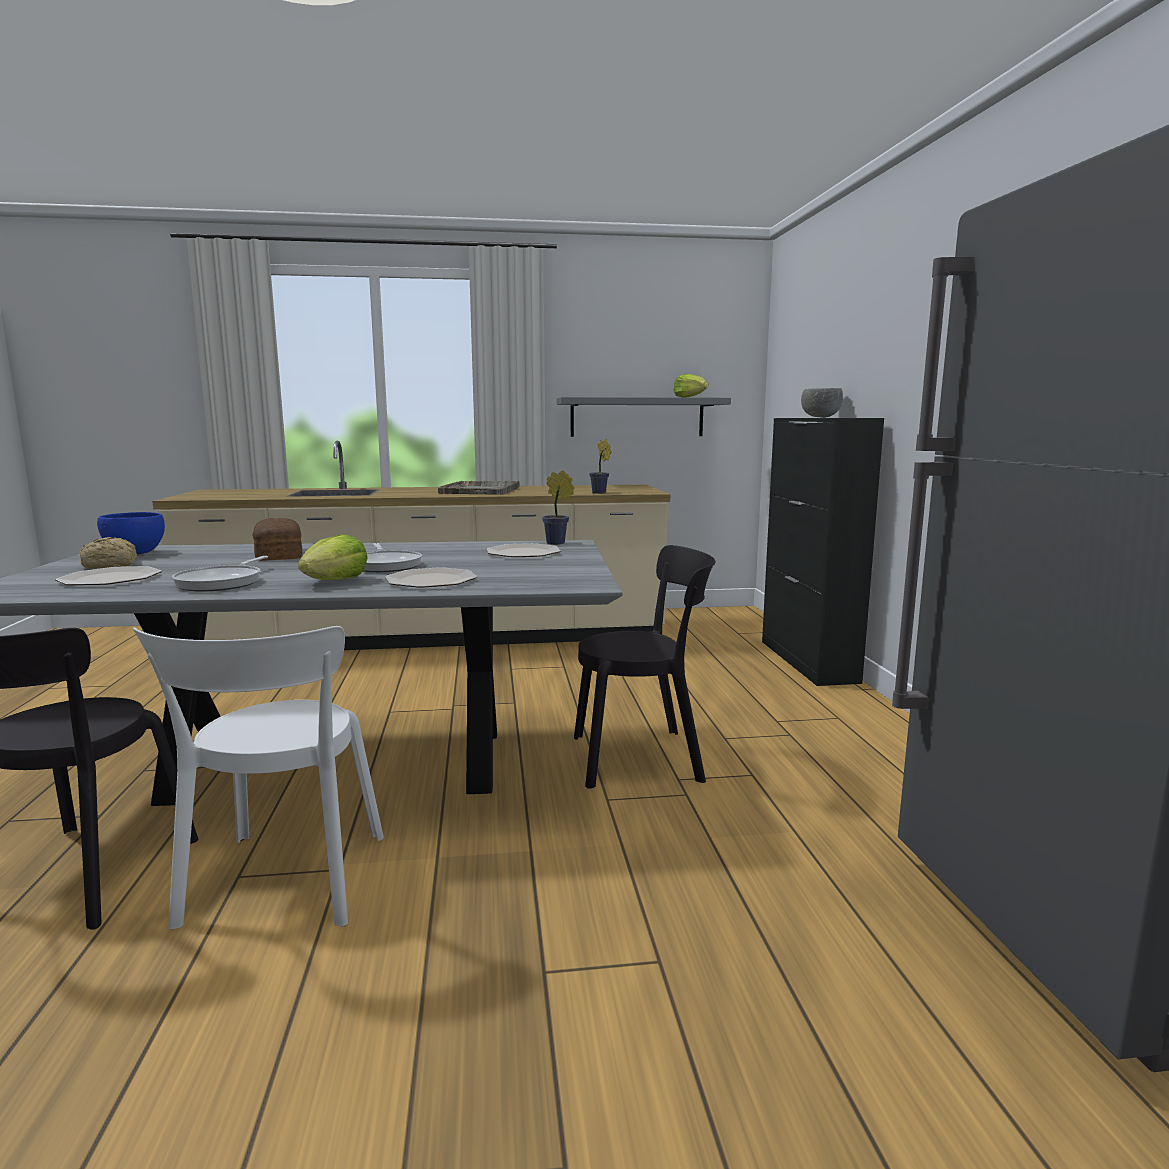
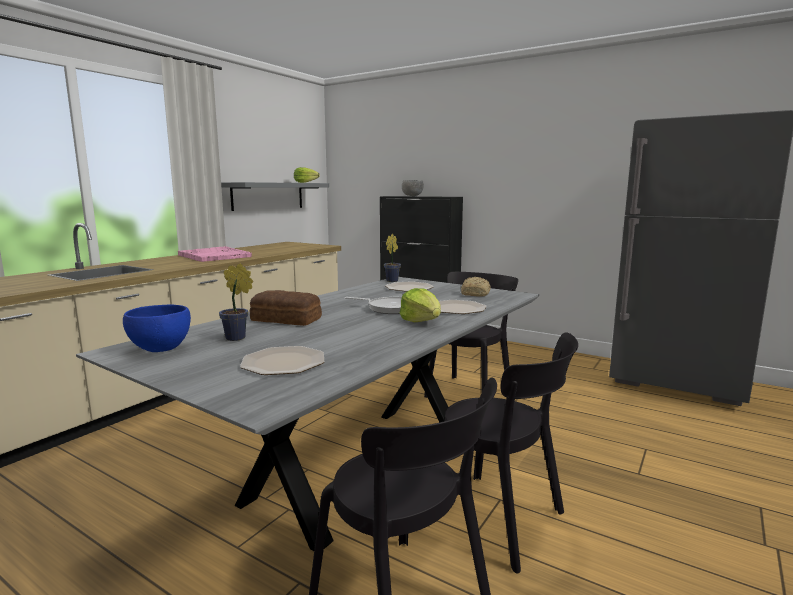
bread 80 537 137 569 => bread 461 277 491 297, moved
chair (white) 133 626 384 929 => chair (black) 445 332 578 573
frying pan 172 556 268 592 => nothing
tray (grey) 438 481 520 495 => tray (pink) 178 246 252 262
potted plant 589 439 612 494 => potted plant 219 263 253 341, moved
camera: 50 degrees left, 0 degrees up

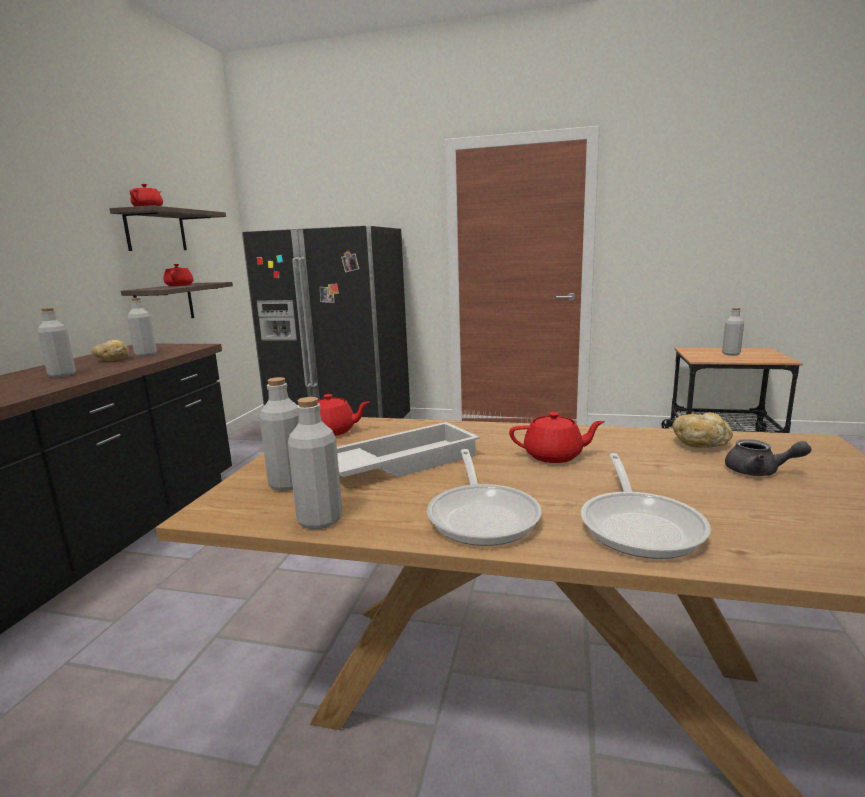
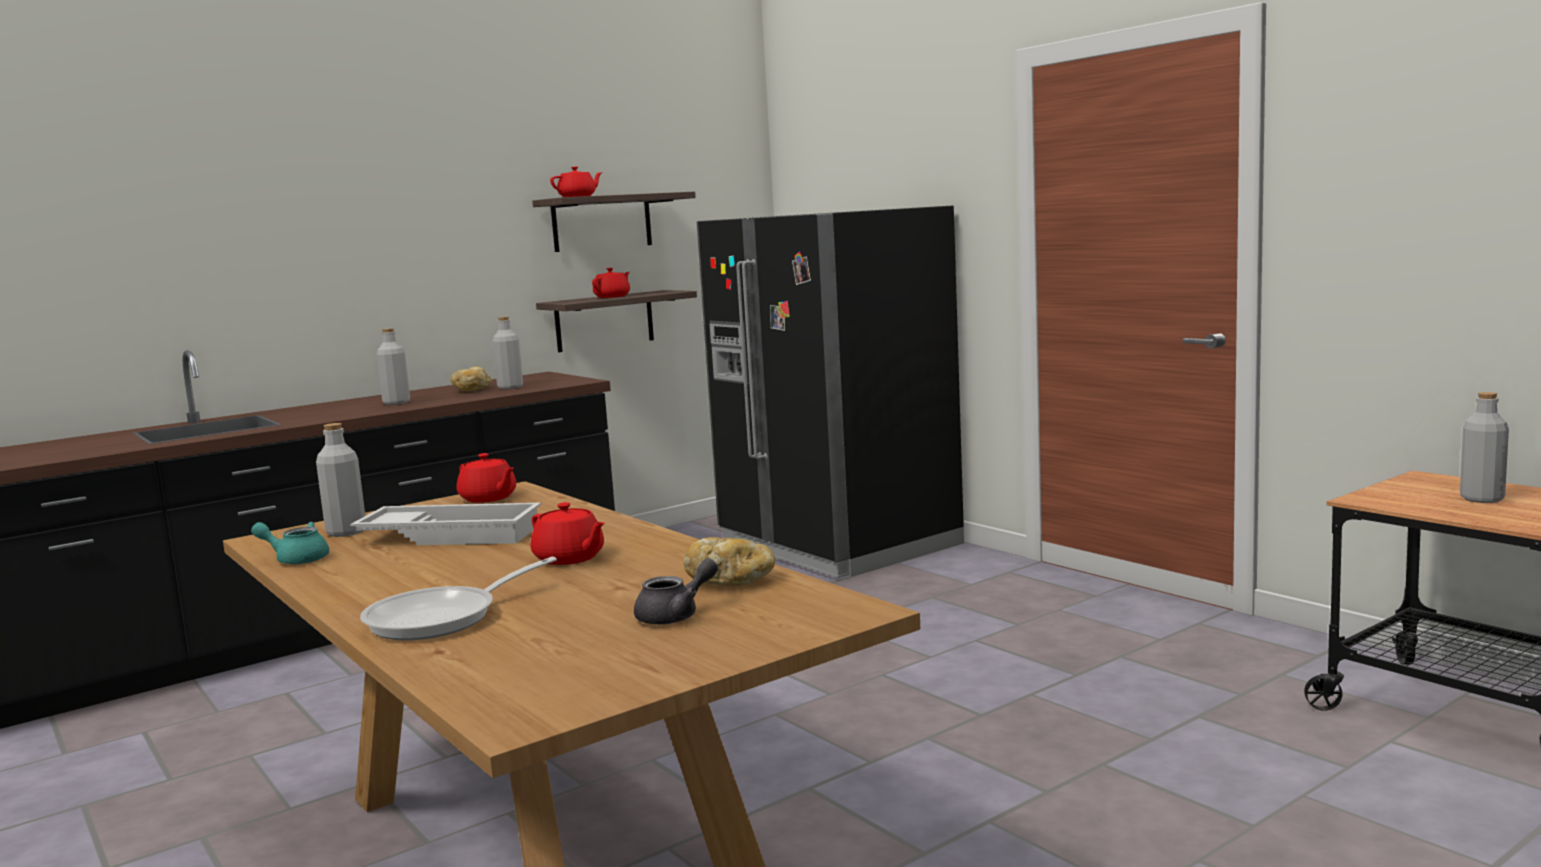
bottle (grey) 288 397 343 529 => teapot (turquoise) 251 522 329 564
frying pan 427 449 541 546 => nothing
teapot (grey) 725 439 811 476 => teapot (grey) 634 558 718 625, 105 degrees counterclockwise
camera: 40 degrees right, 5 degrees down

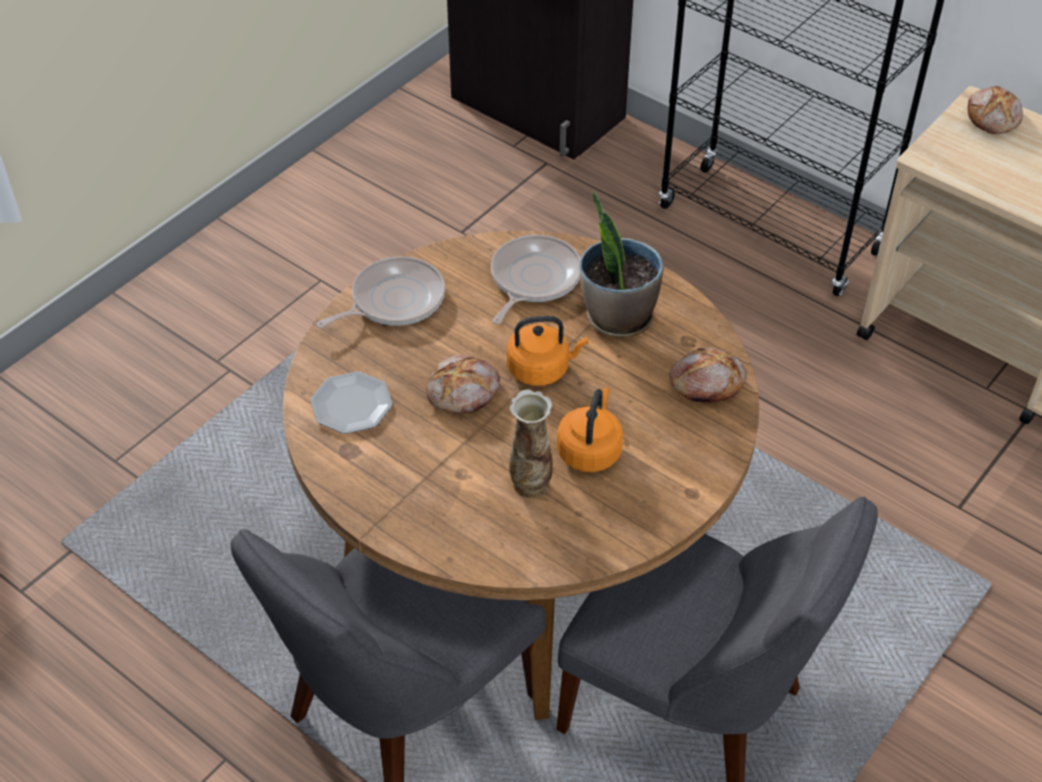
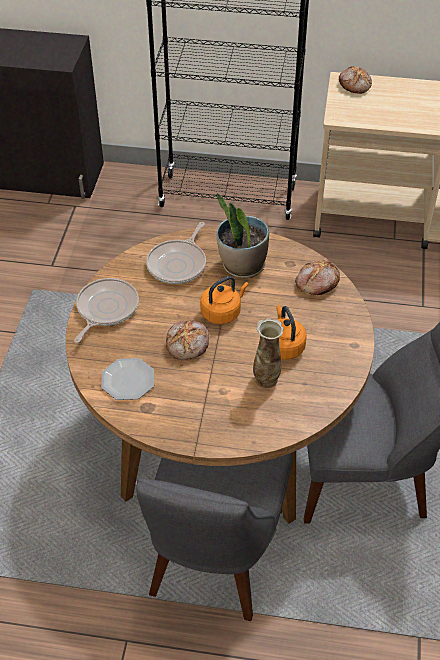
frying pan 491 235 581 324 => frying pan 146 222 206 284, 150 degrees counterclockwise
camera: 30 degrees left, 0 degrees up

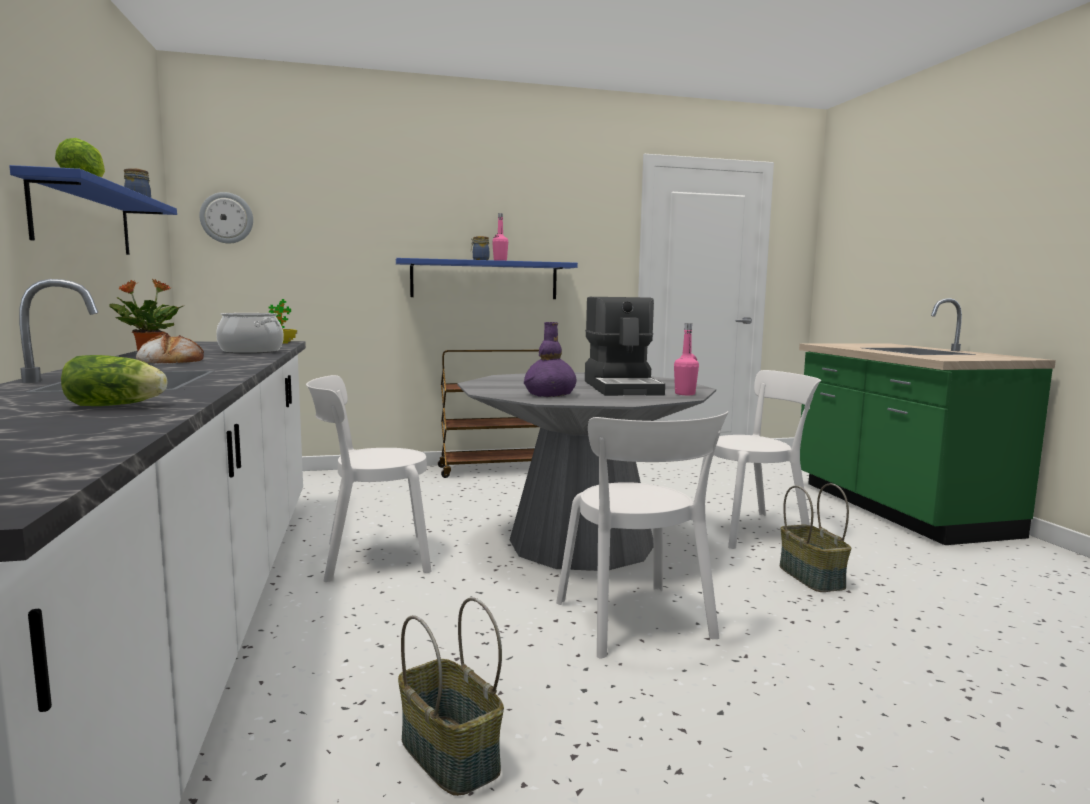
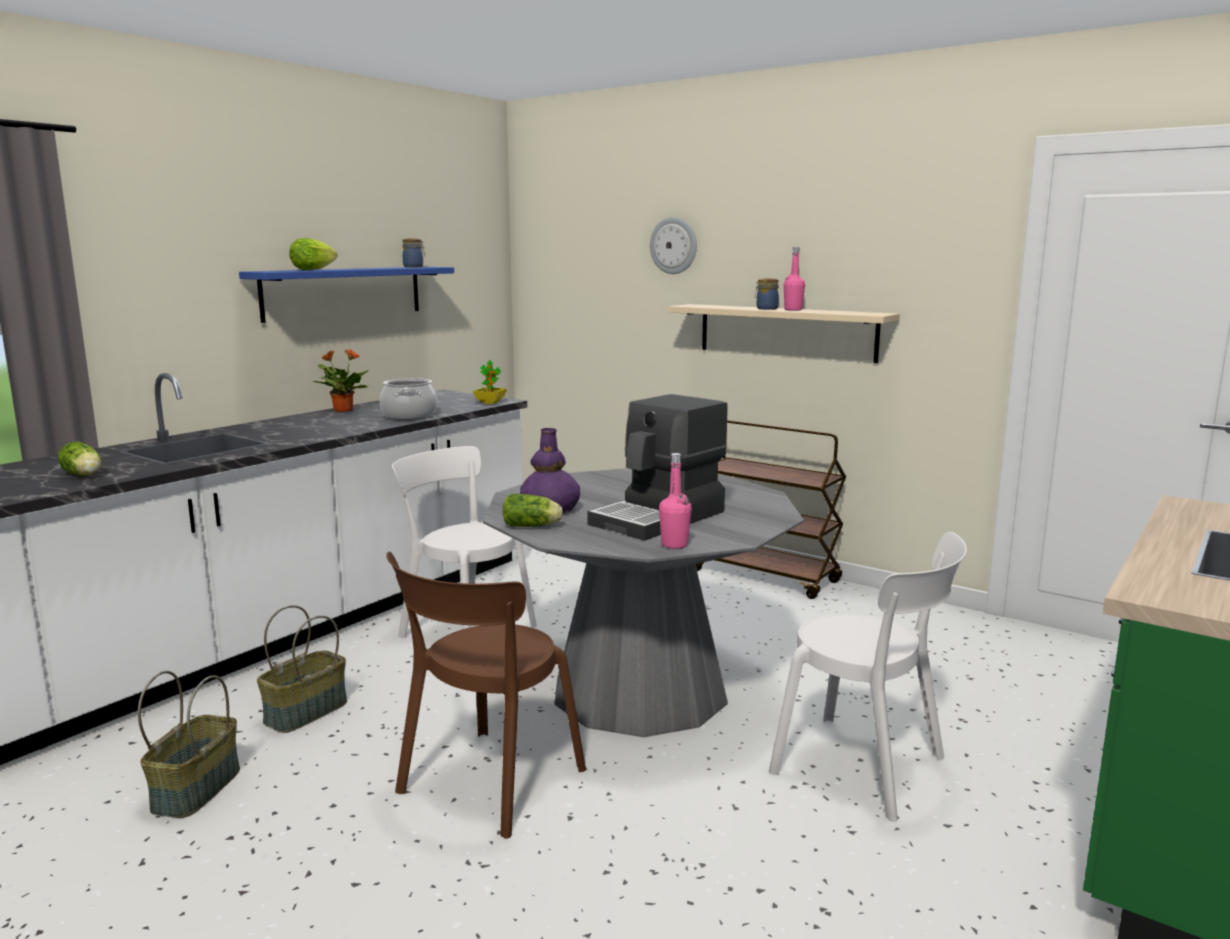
bread 136 333 204 363 => nothing
wall clock 199 192 253 243 => wall clock 650 217 697 274, moved
shelf (blue) 396 258 578 299 => shelf (beige) 669 304 900 363
chair (white) 556 411 729 659 => chair (brown) 386 552 586 839
basket 780 483 851 592 => basket 257 605 347 733, moved
nothing => lettuce 503 494 563 527
camera: 50 degrees right, 5 degrees up

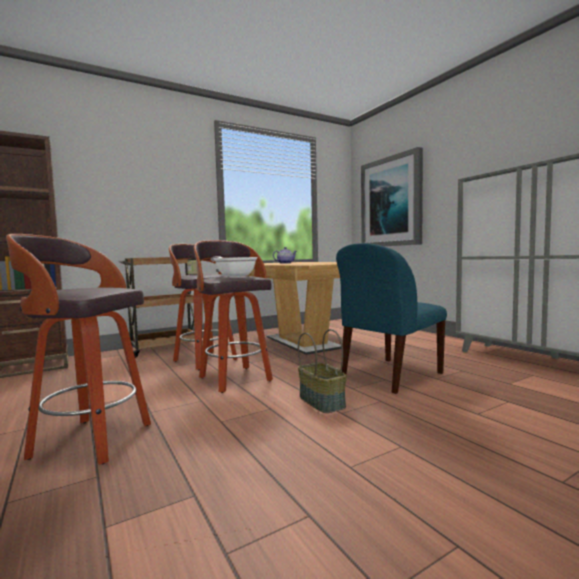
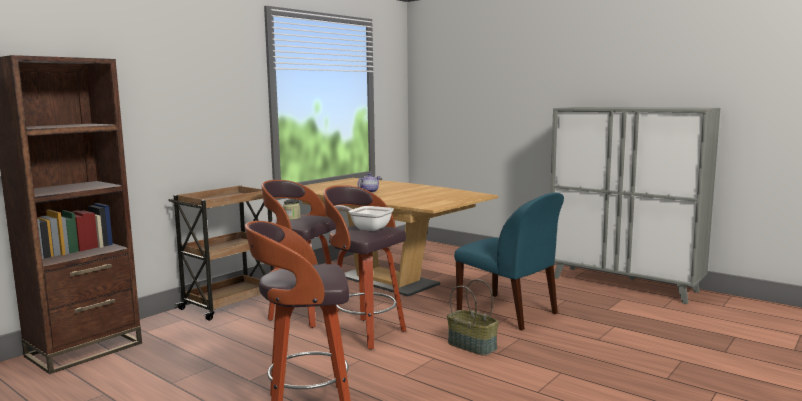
chair (blue) 336 243 447 394 => chair (blue) 454 193 564 330, 75 degrees counterclockwise
picture 361 147 423 246 => nothing
camera: 20 degrees left, 5 degrees up

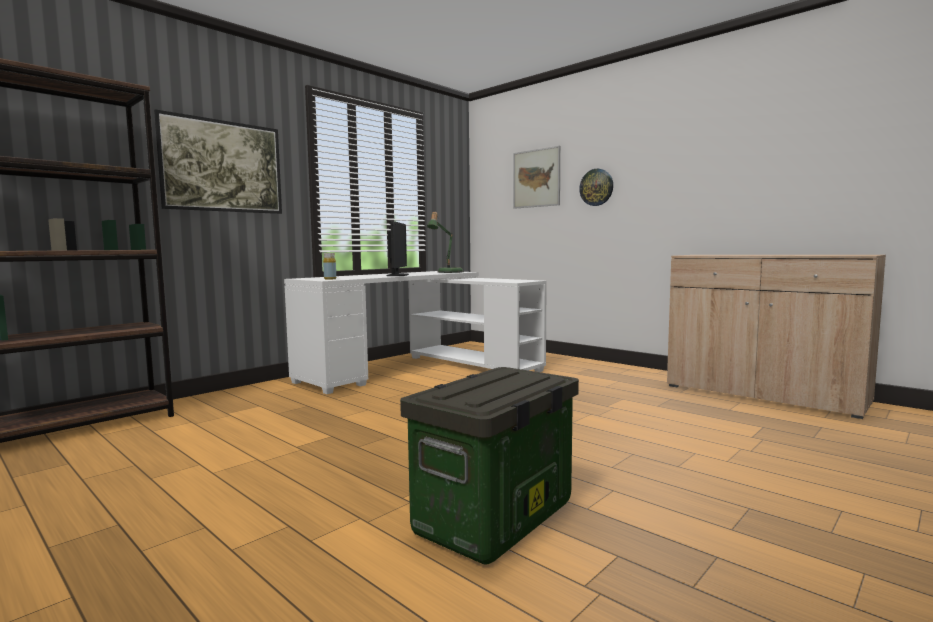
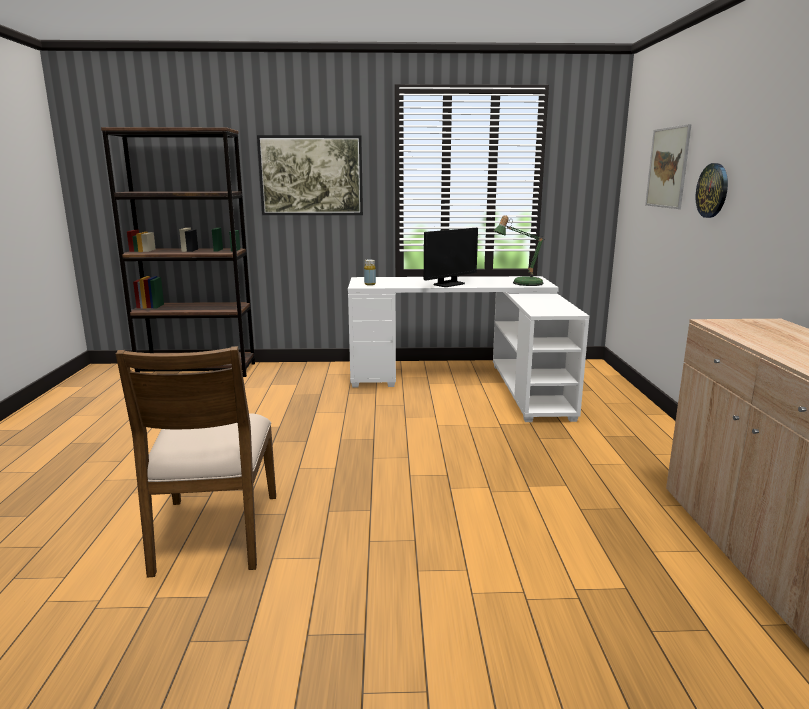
storage box 400 367 579 565 => chair (brown) 116 346 276 577
camera: 45 degrees right, 10 degrees up

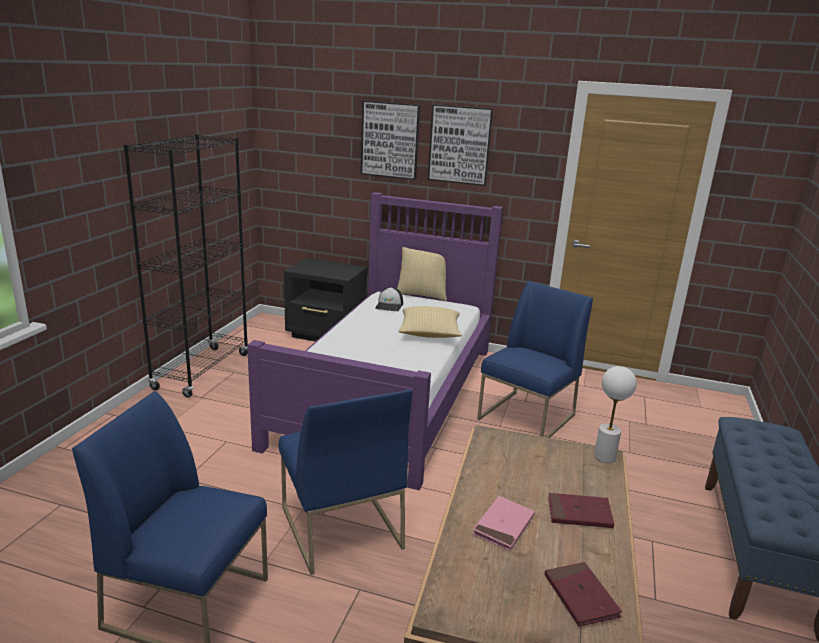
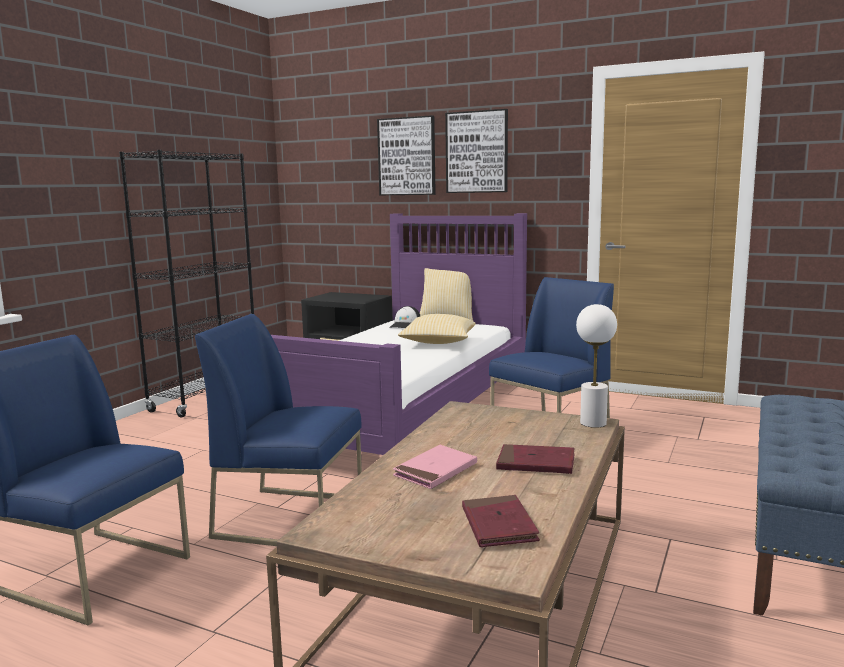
chair (blue) 278 389 412 575 => chair (blue) 195 314 362 546, 120 degrees clockwise
camera: 10 degrees right, 10 degrees down

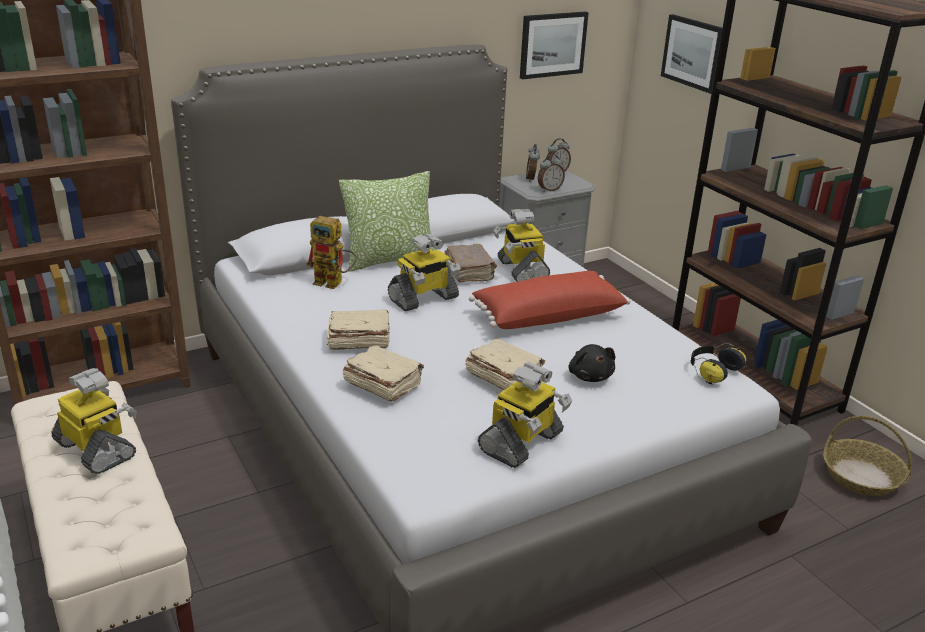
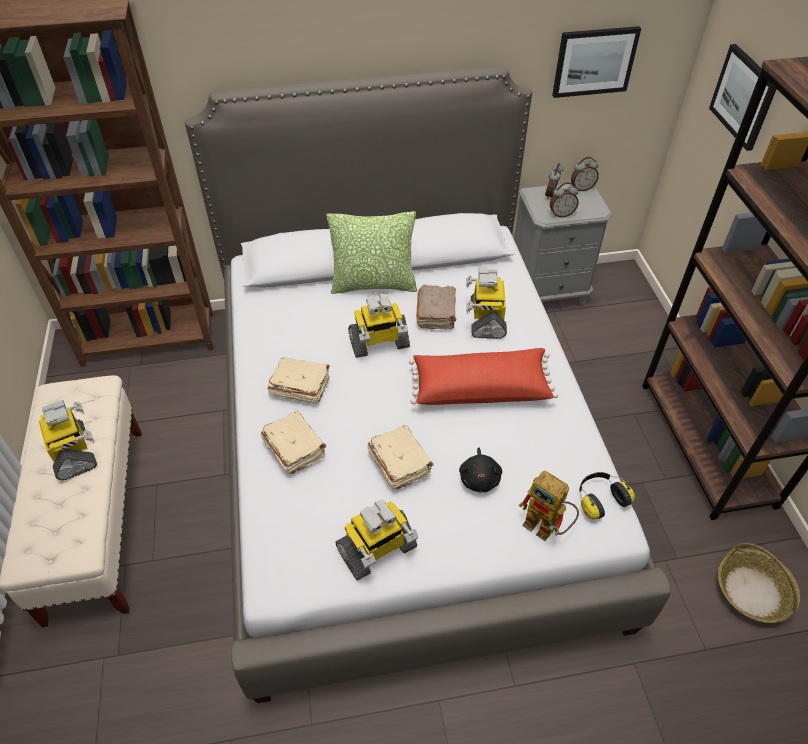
toy robot 306 216 357 289 => toy robot 519 471 579 541, moved
camera: 20 degrees right, 20 degrees up

